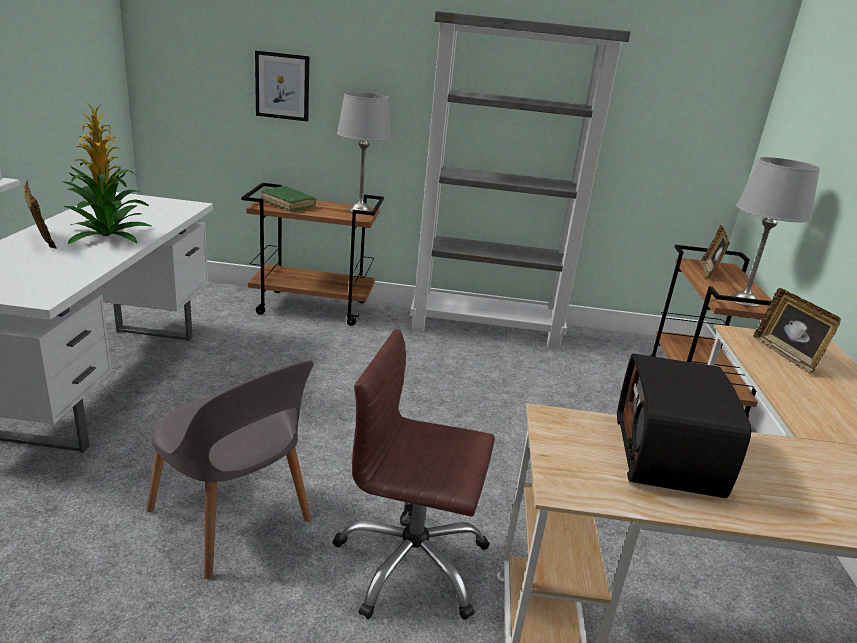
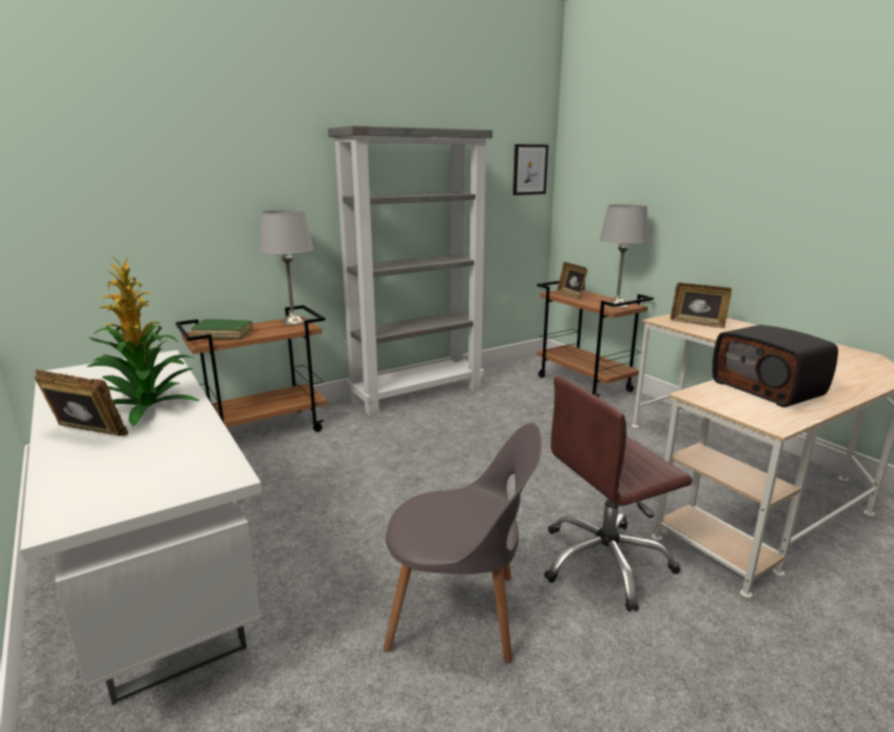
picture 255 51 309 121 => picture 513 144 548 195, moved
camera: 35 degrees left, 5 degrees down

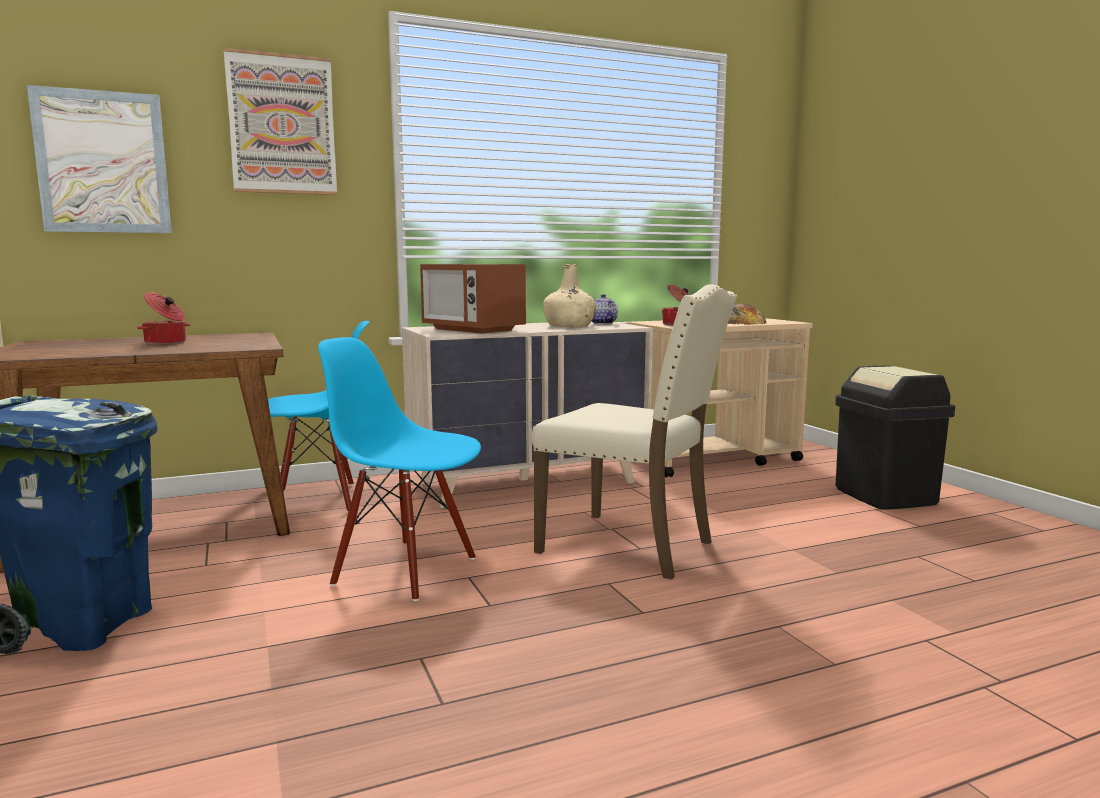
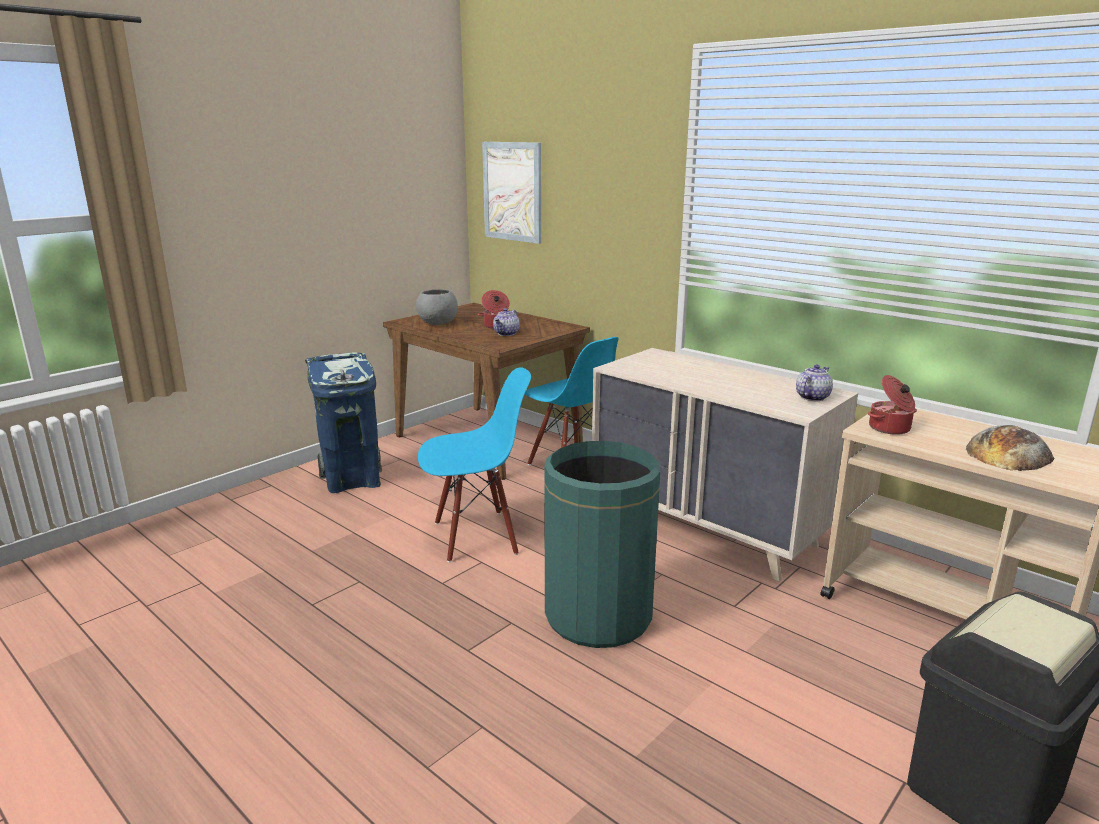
picture 224 48 337 195 => nothing
chair (blue) 318 337 481 601 => chair (blue) 418 367 531 563, 75 degrees clockwise
microwave 420 264 526 333 => nothing
chair (beige) 532 284 737 580 => trash can (green) 544 441 660 648
bottle (beige) 543 264 596 327 => nothing
nothing => bowl (grey) 416 289 458 325
nothing => teapot 493 308 520 336
camera: 65 degrees right, 10 degrees up

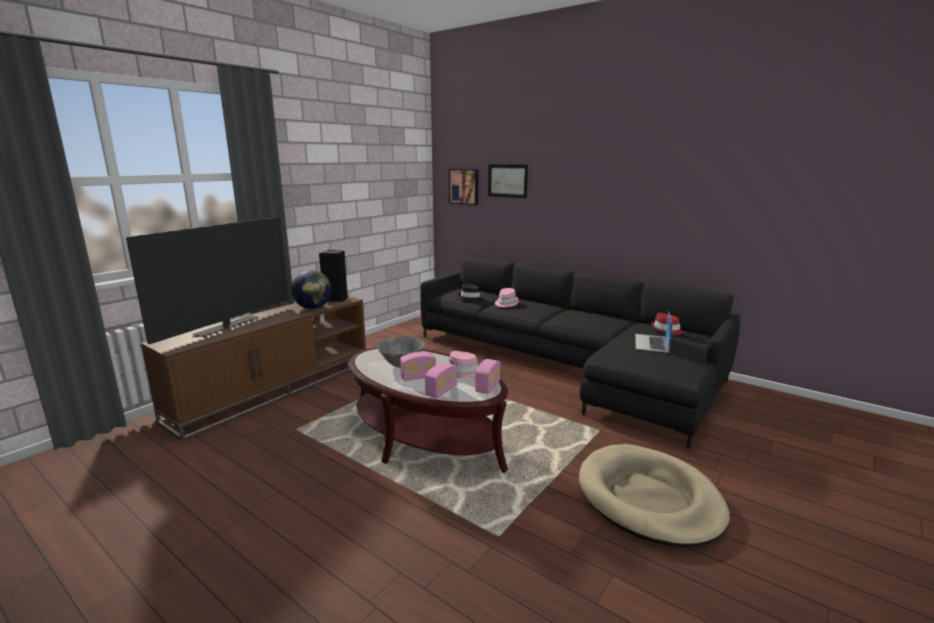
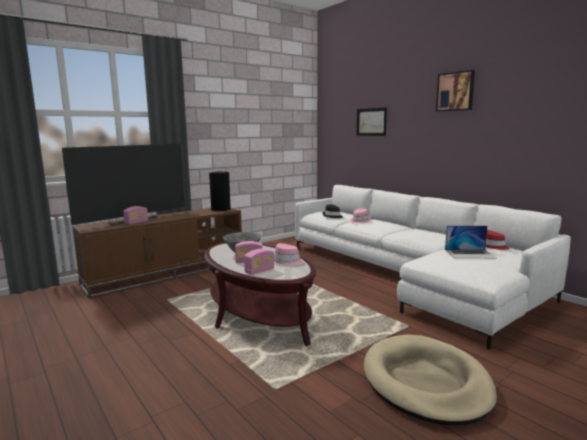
globe 291 270 332 309 => nothing
sofa (black) 420 256 740 449 => sofa (white) 295 185 571 350
picture 449 169 478 205 => picture 436 70 475 112, moved
radio 475 359 500 394 => radio 123 206 148 225, moved
laptop 635 312 673 353 => laptop 445 226 496 258, 120 degrees counterclockwise
camera: 15 degrees right, 5 degrees down

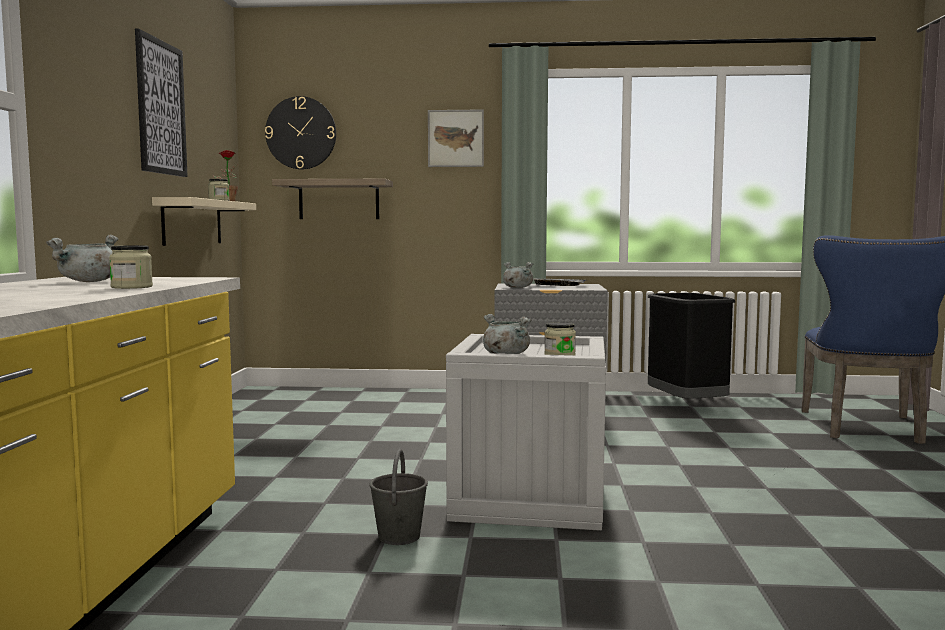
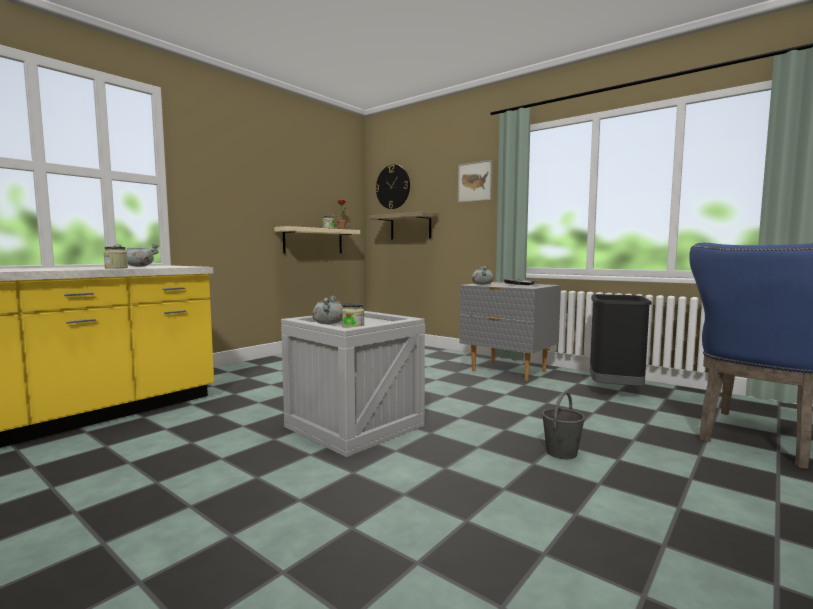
picture 135 28 188 177 => nothing
bucket (grey) 369 449 428 545 => bucket (grey) 542 391 585 459, moved
camera: 35 degrees right, 0 degrees up

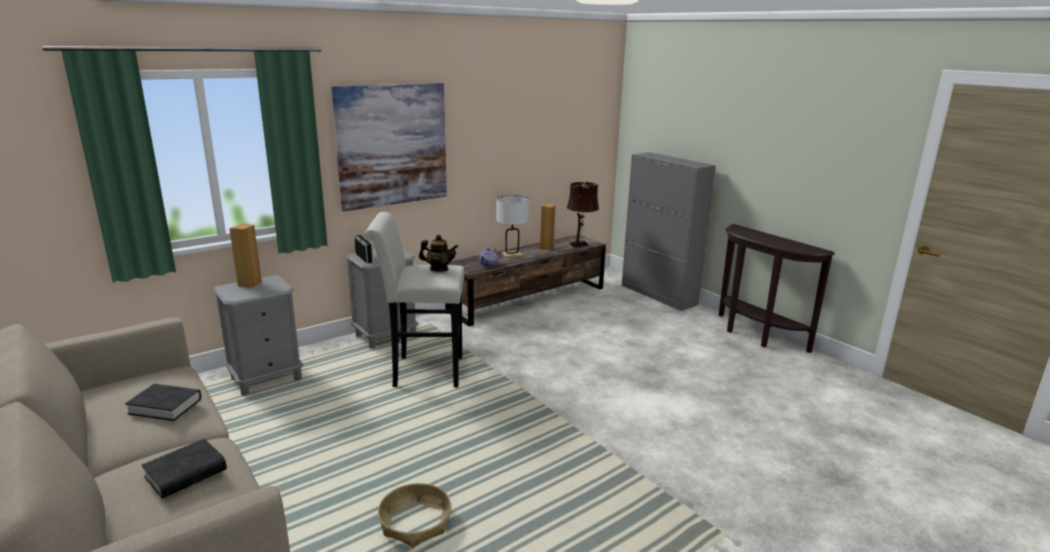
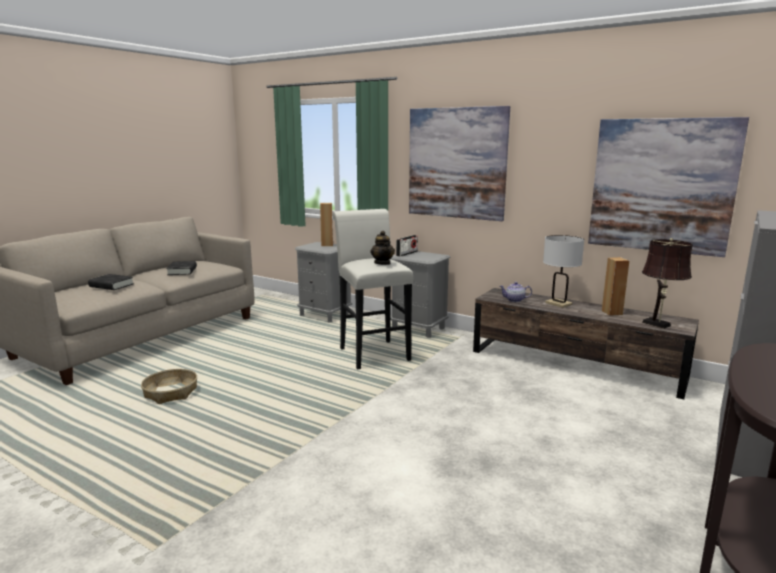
nothing => picture 588 117 749 257
camera: 70 degrees right, 5 degrees down

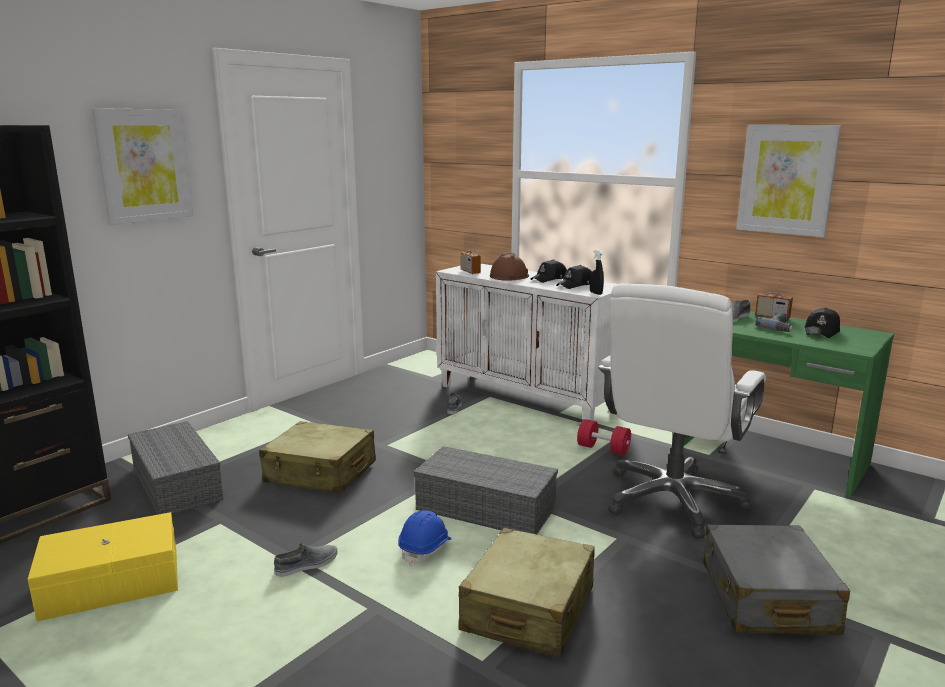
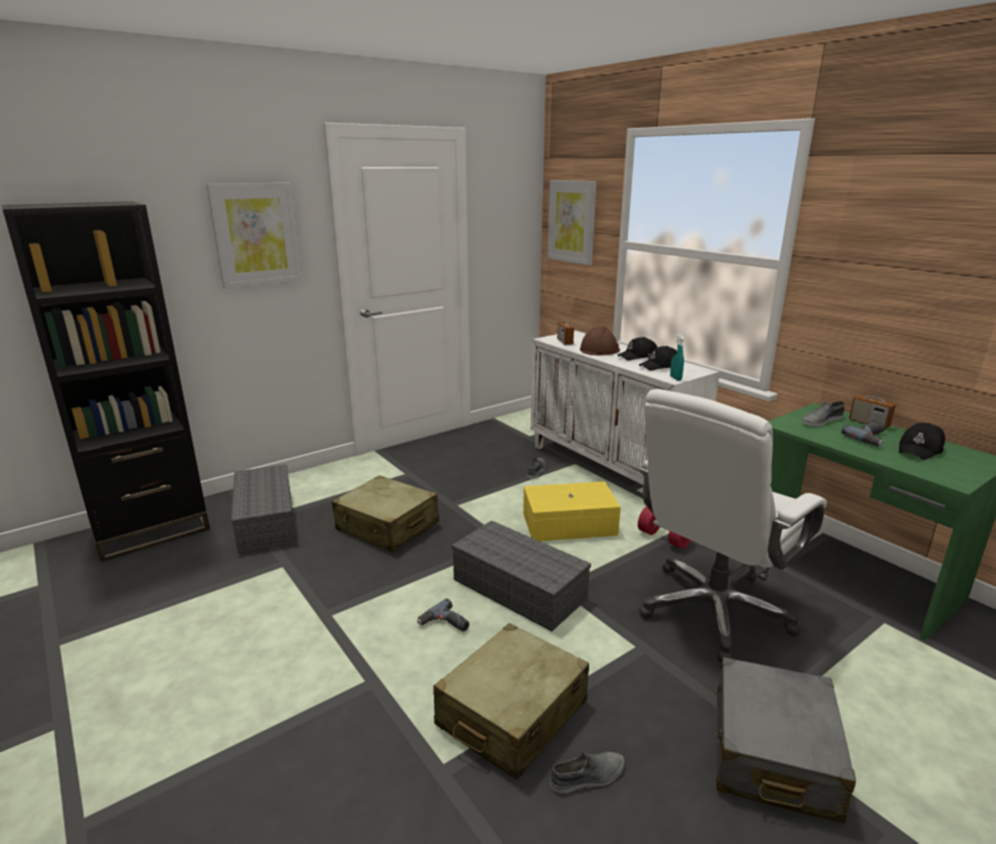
storage box (yellow) 28 512 178 622 => storage box (yellow) 523 481 621 541, moved
shoe (grey) 274 543 338 577 => shoe (grey) 550 752 624 793, moved
hard hat (blue) 398 510 452 566 => power drill 417 598 469 631
spray bottle (black) 590 250 604 295 => spray bottle (turquoise) 670 334 684 381
picture 737 125 841 237 => picture 548 180 596 265, moved
camera: 15 degrees right, 5 degrees up

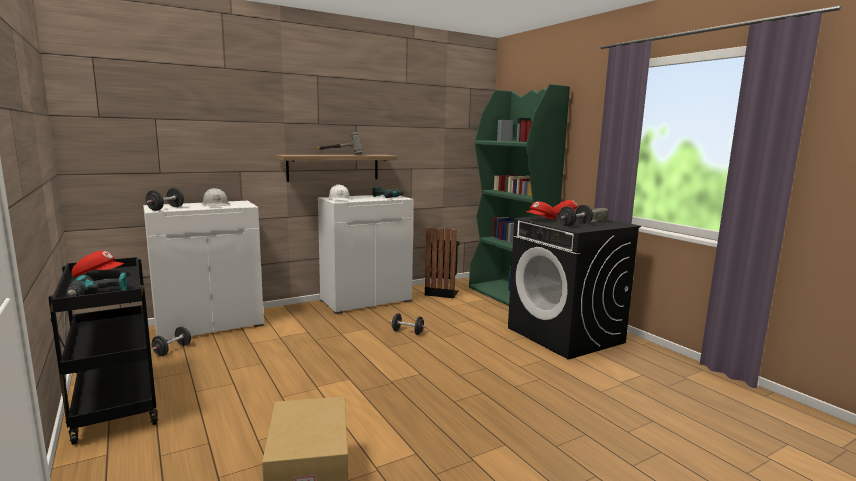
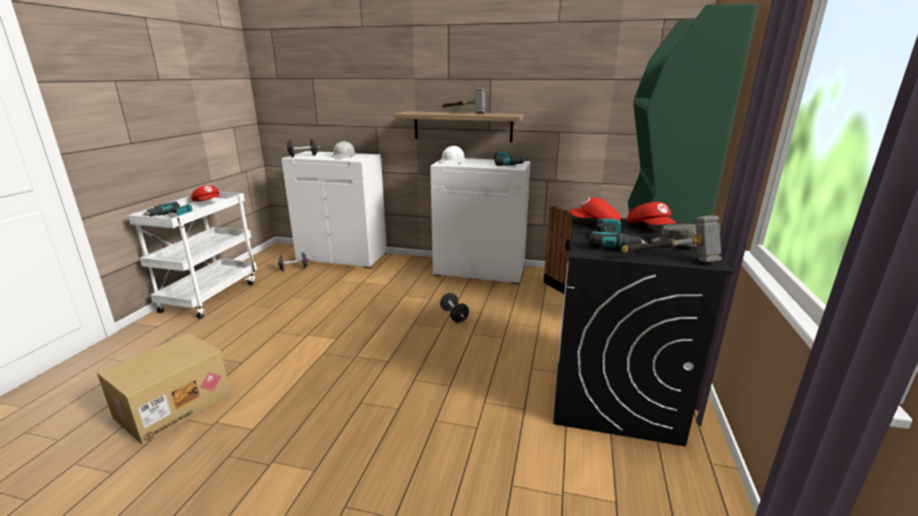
cart (black) 48 257 158 445 => cart (white) 128 192 257 319
dumbbell (black) 559 205 593 227 => power drill 589 218 648 249
nothing => hammer 621 215 721 263
camera: 45 degrees right, 10 degrees up

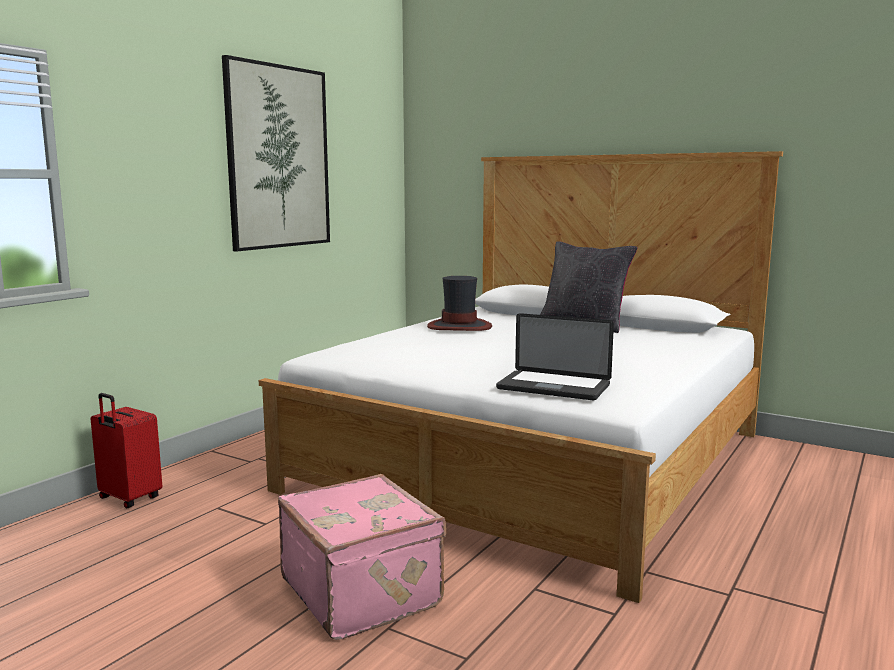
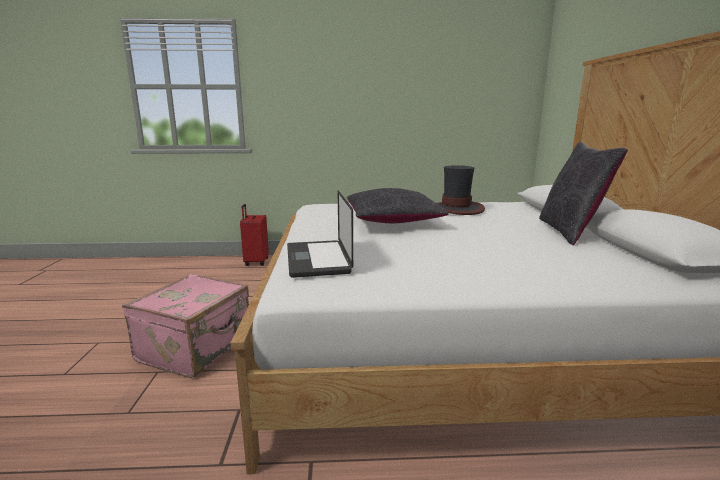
picture 222 55 330 252 => nothing
nothing => pillow (black) 347 188 449 223
camera: 55 degrees right, 5 degrees up

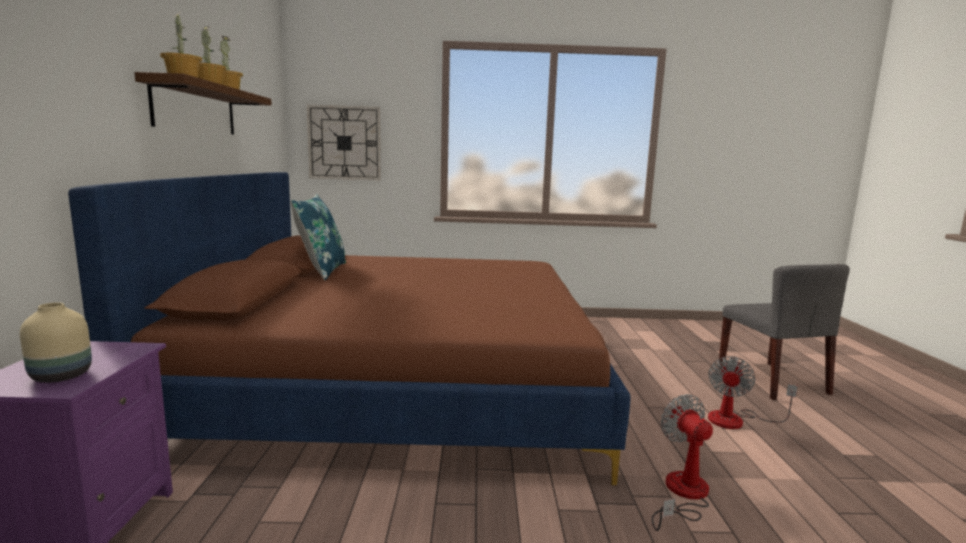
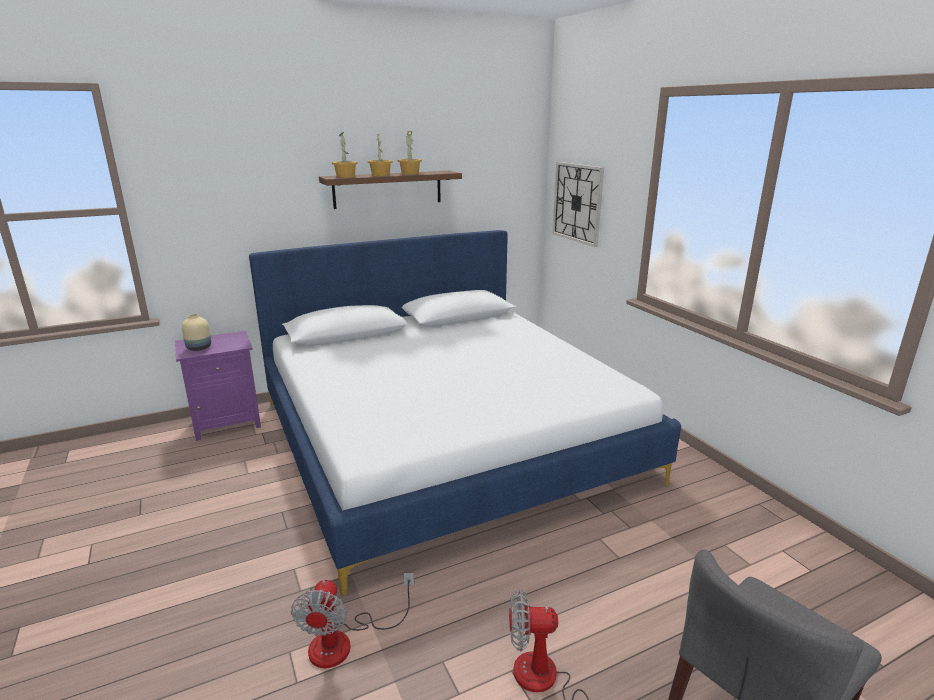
bed (brown) 68 172 631 485 => bed (white) 249 230 681 596
pillow (blue) 291 194 346 280 => nothing
fan 652 394 713 531 => fan 291 573 414 668, 135 degrees clockwise
camera: 65 degrees right, 10 degrees up

